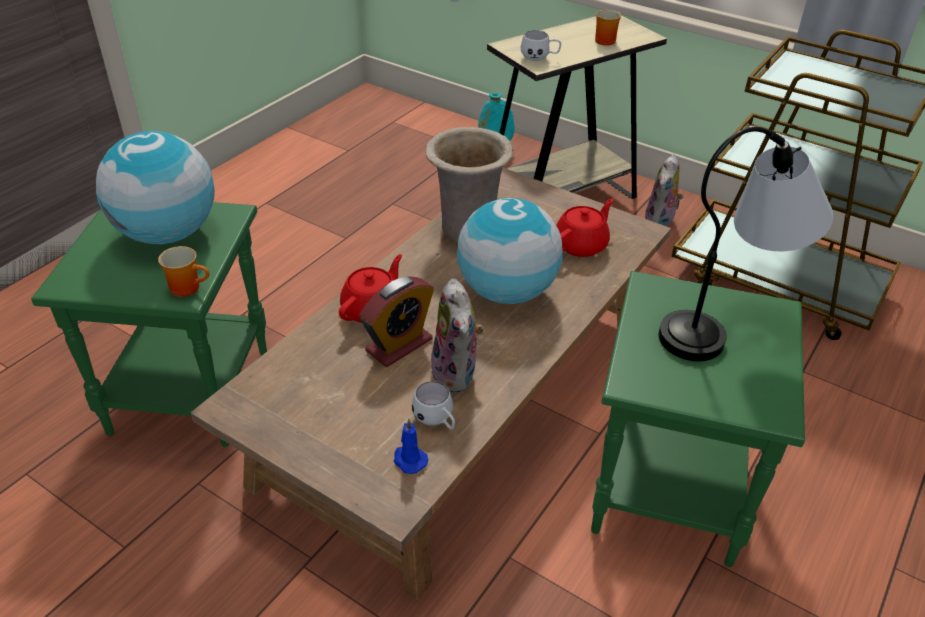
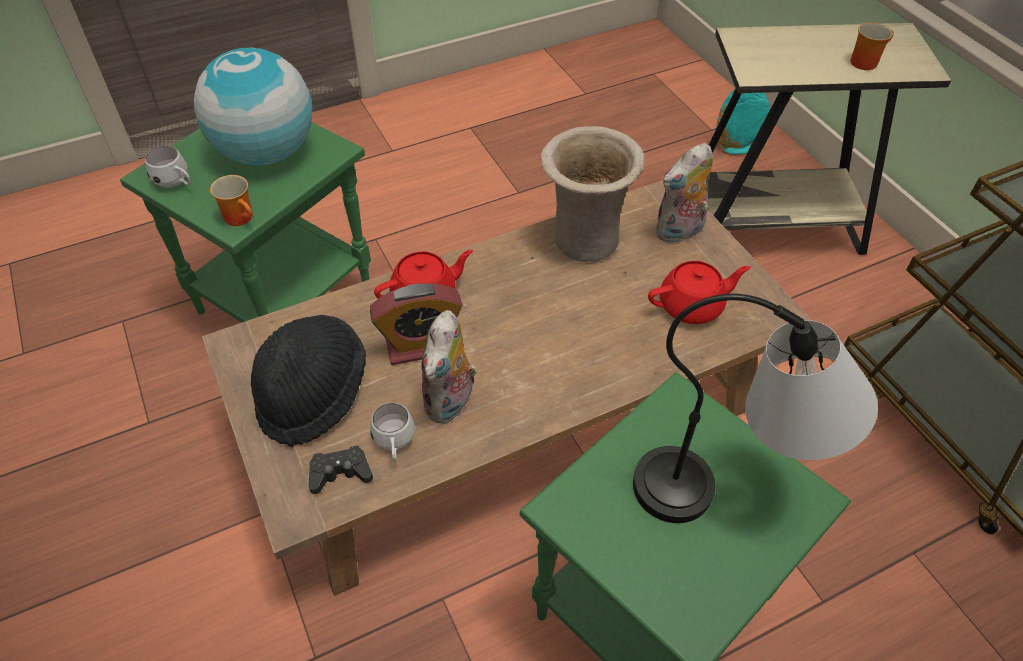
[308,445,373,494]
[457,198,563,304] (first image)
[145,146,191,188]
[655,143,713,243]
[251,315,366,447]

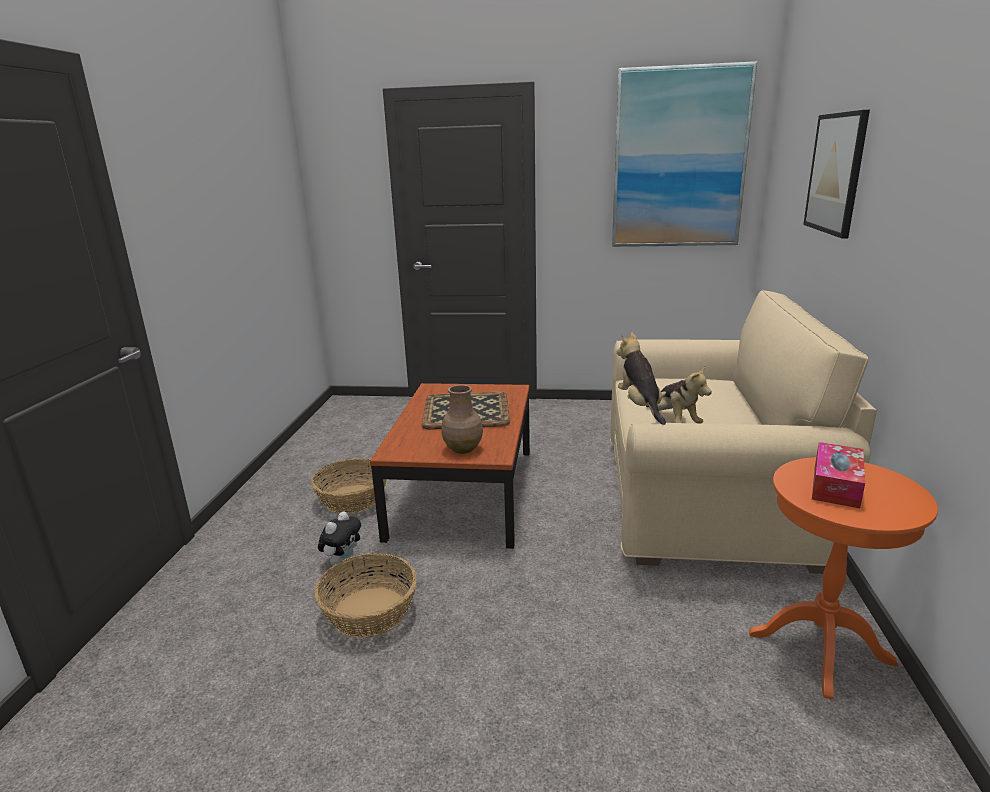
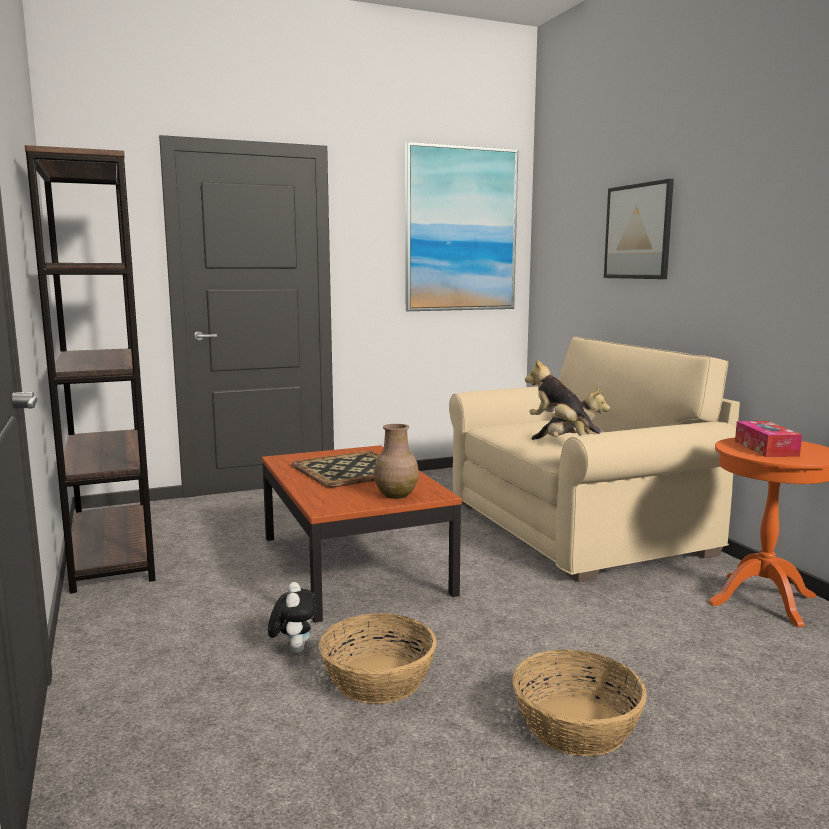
[512,650,647,756]
[25,145,156,593]

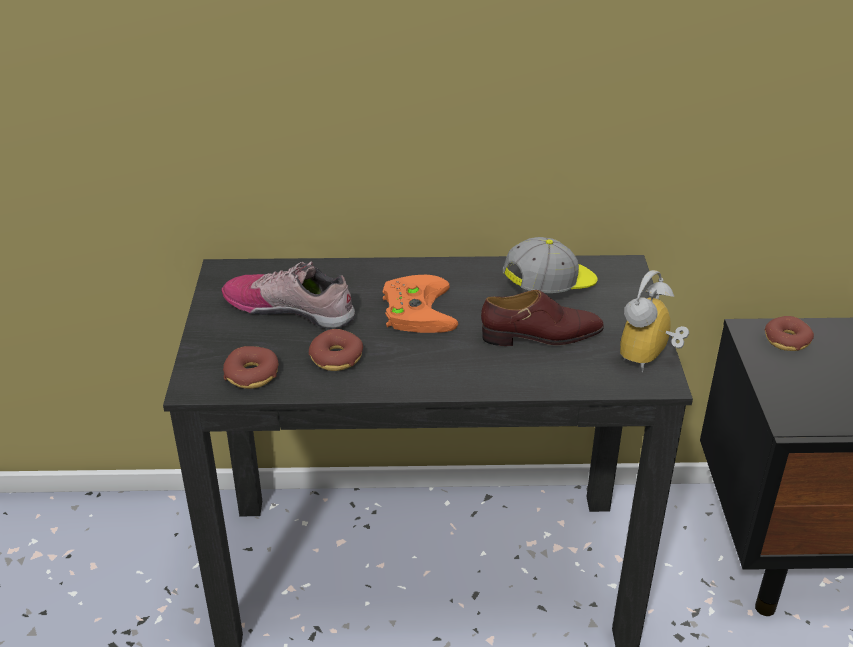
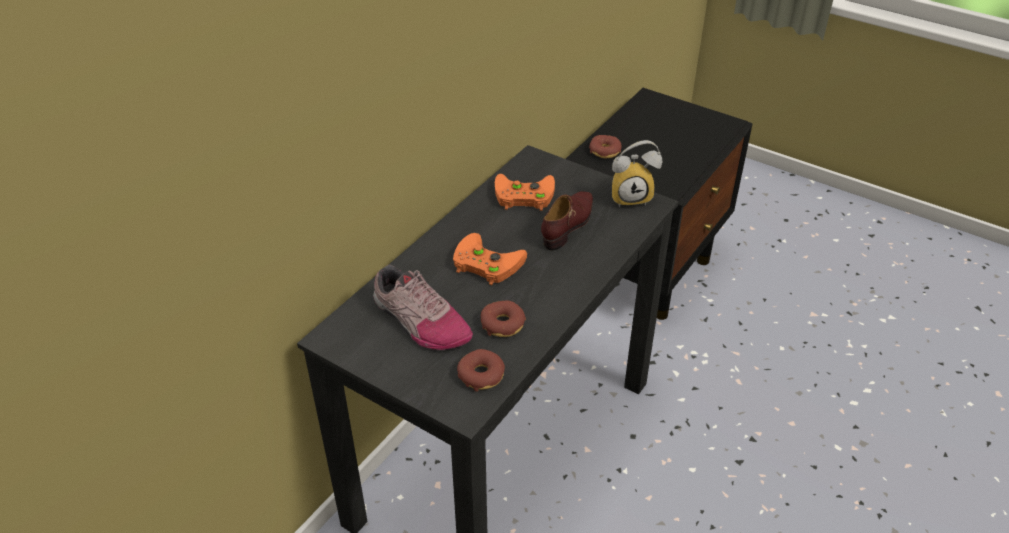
[373,265,473,350]
[495,174,555,211]
[612,140,662,207]

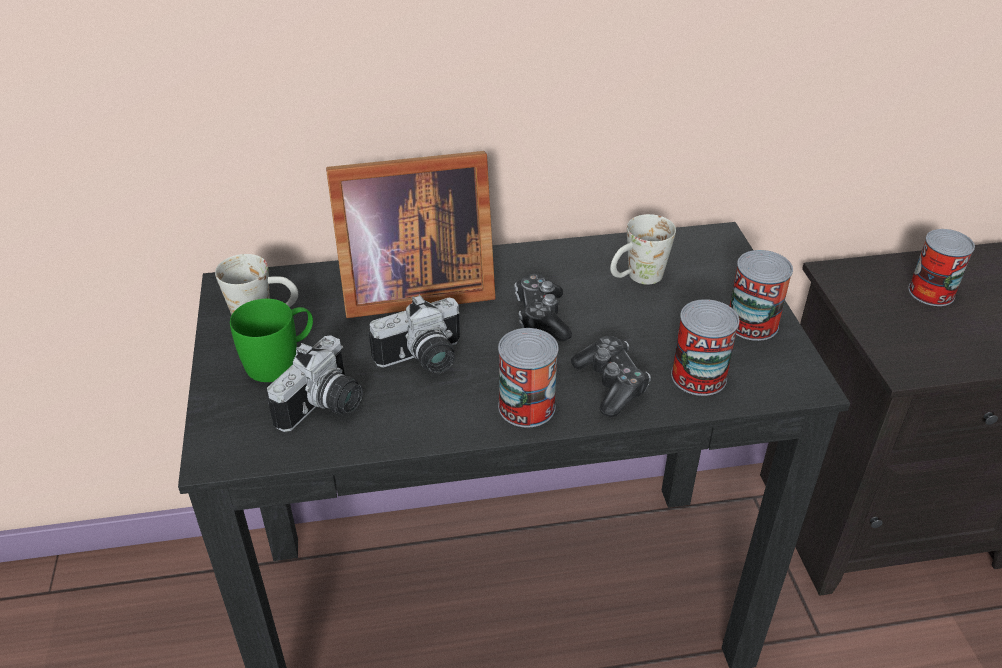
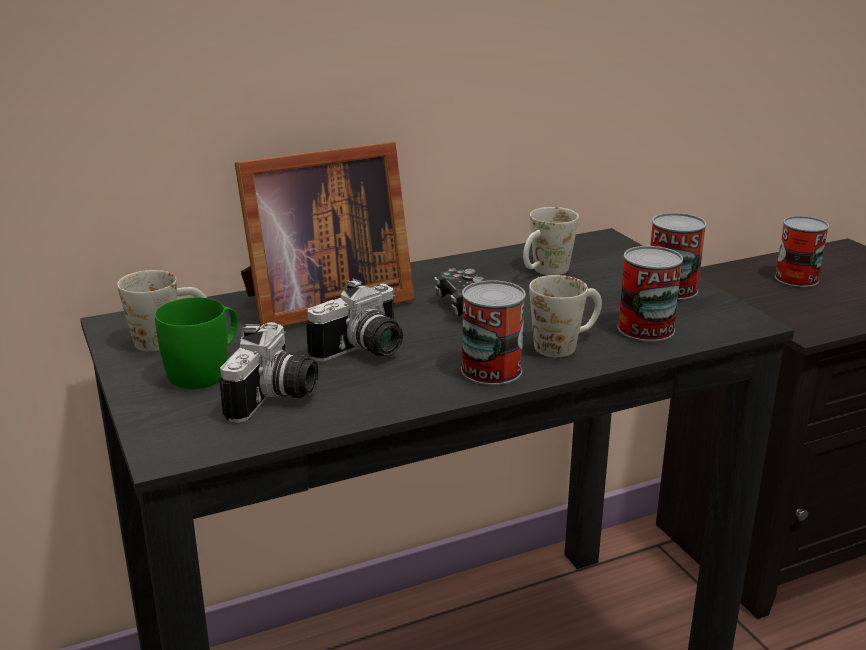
[529,275,602,357]

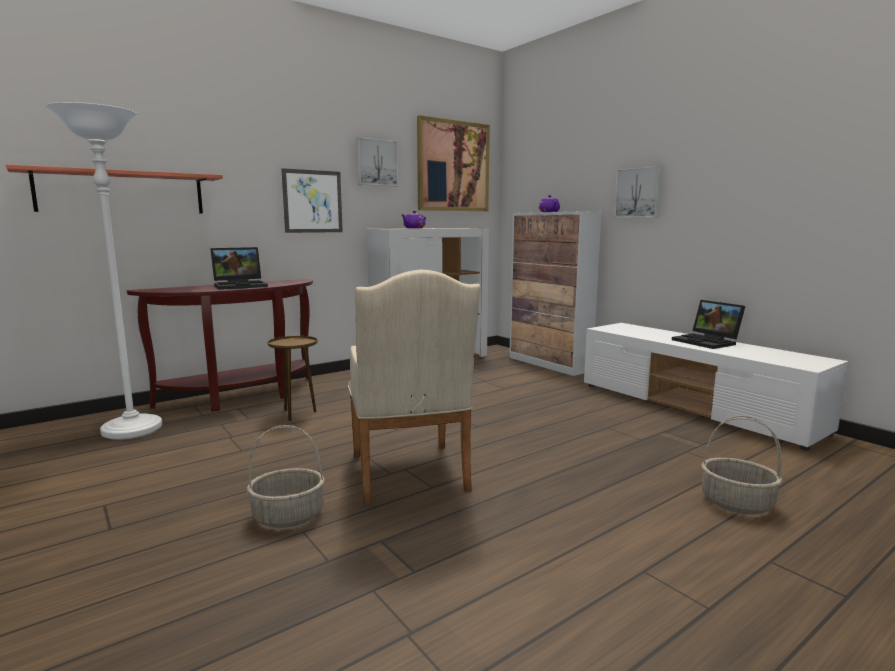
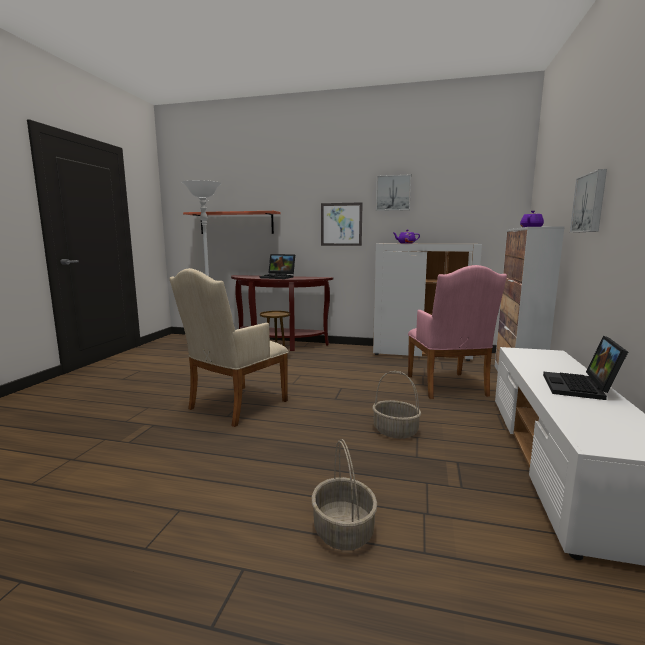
[372,371,421,439]
[417,115,490,211] (first image)
[408,265,507,399]

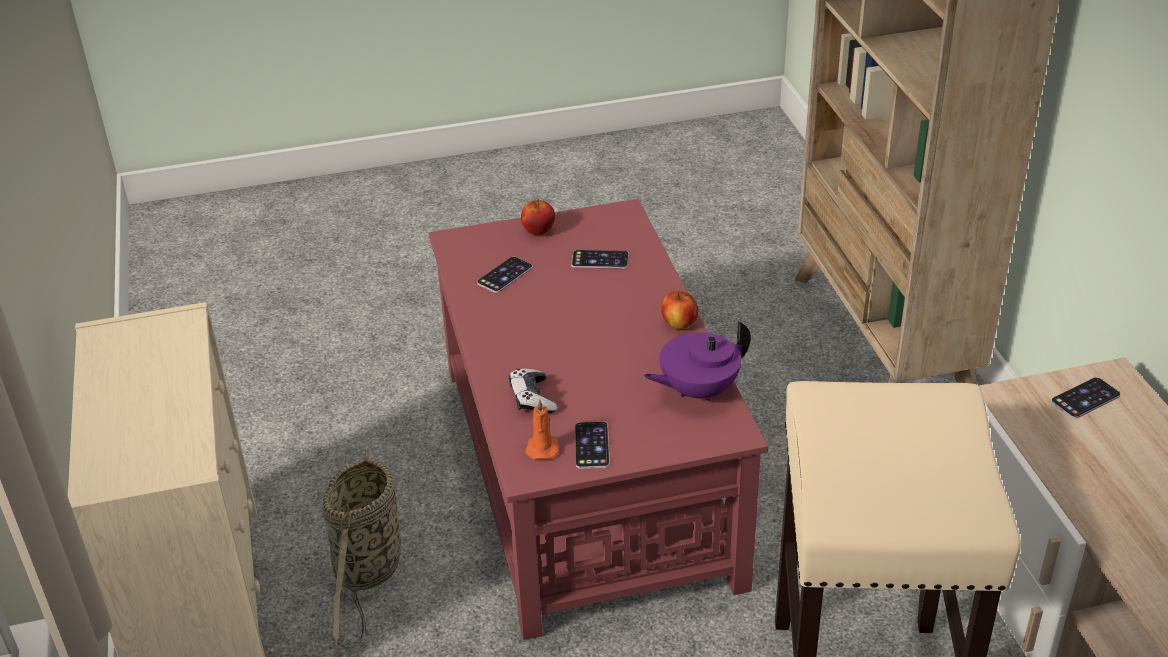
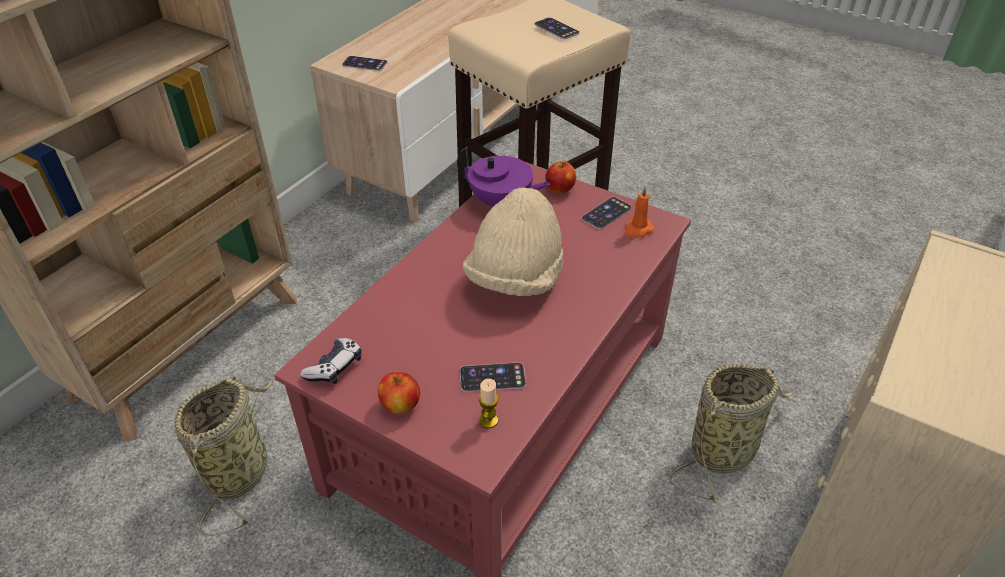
[300,338,362,384]
[534,17,580,39]
[545,161,576,194]
[175,377,273,536]
[463,188,563,296]
[479,379,498,428]

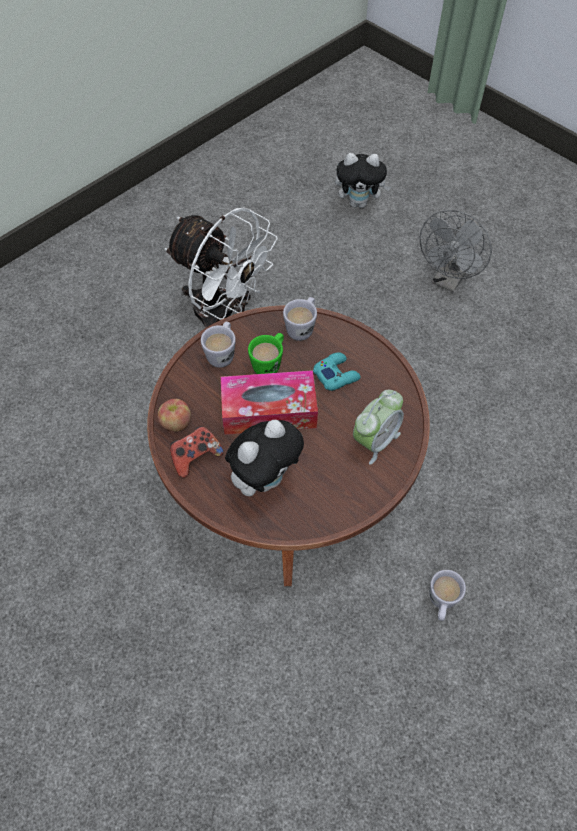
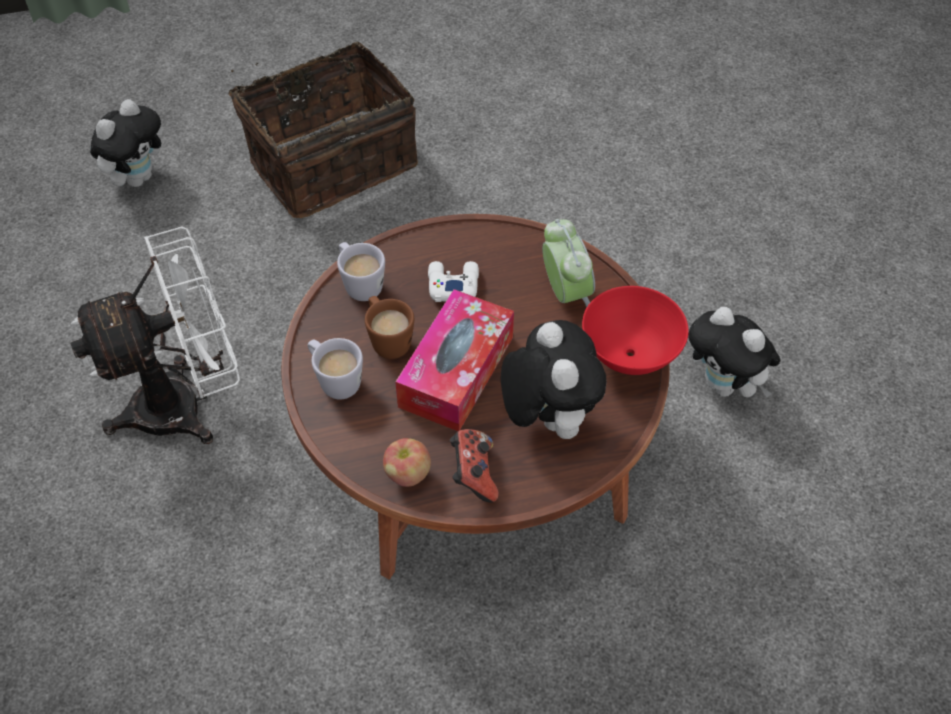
[365,296,414,359]
[428,261,479,302]
[229,42,418,218]
[688,307,780,398]
[582,286,689,375]

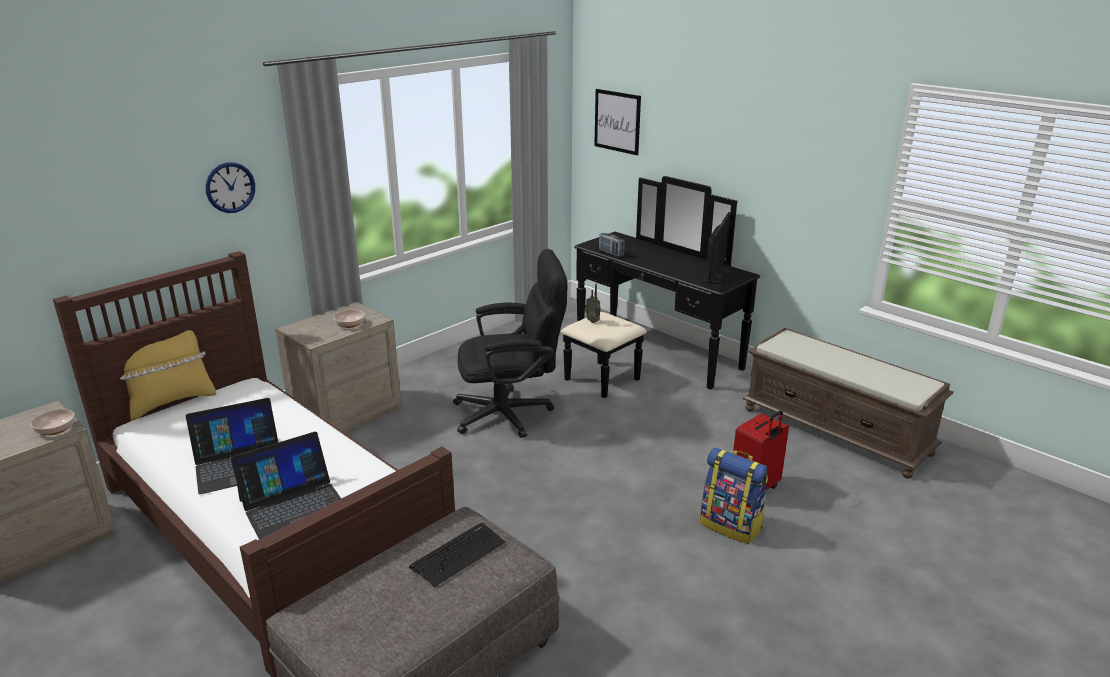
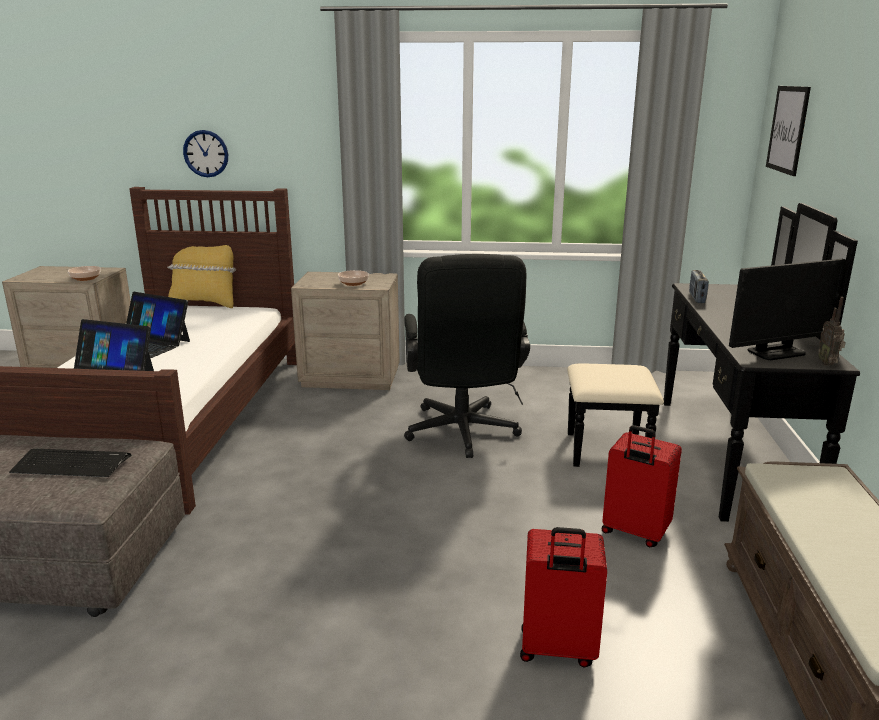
[183,130,228,177]
[404,254,530,458]
[818,297,846,366]
[700,448,768,544] (first image)
[602,425,682,547]

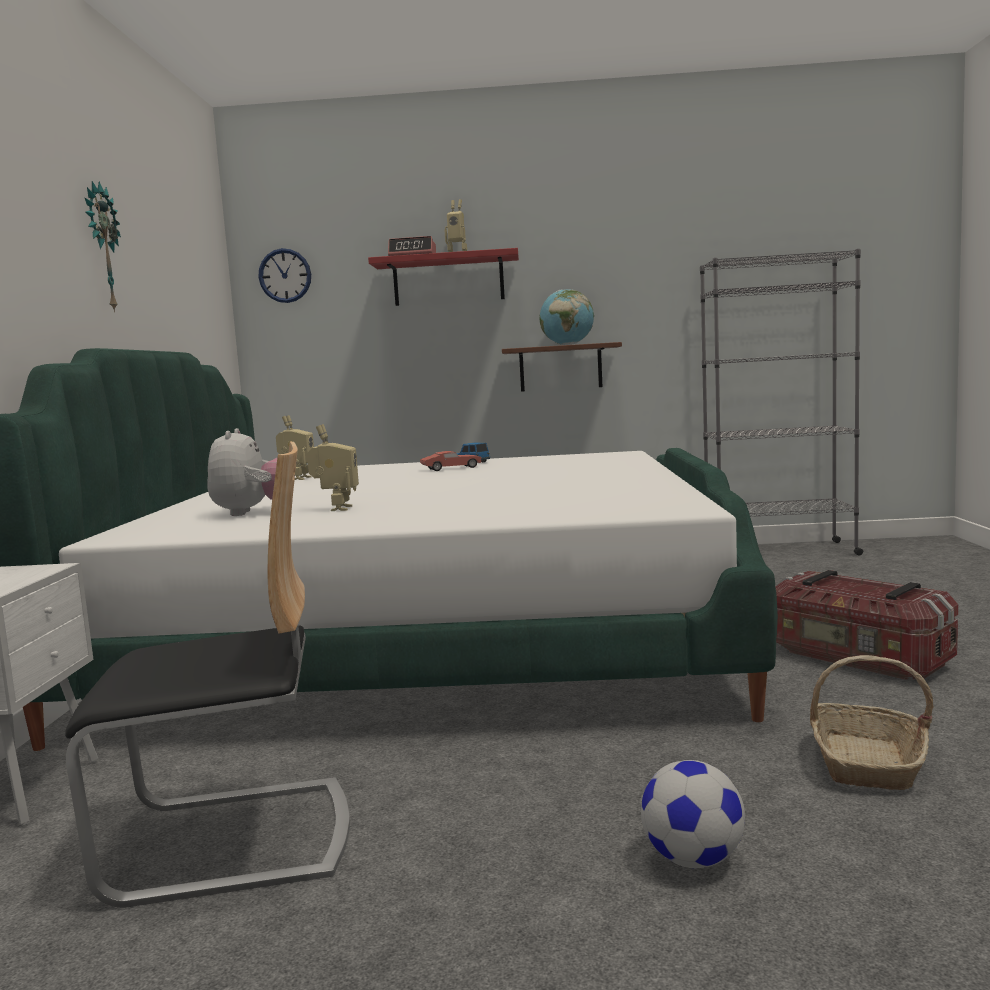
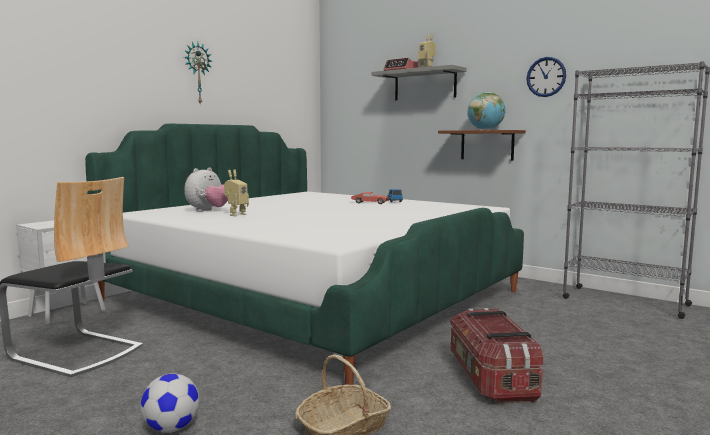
[526,57,566,97]
[276,415,314,480] (first image)
[372,65,467,100]

